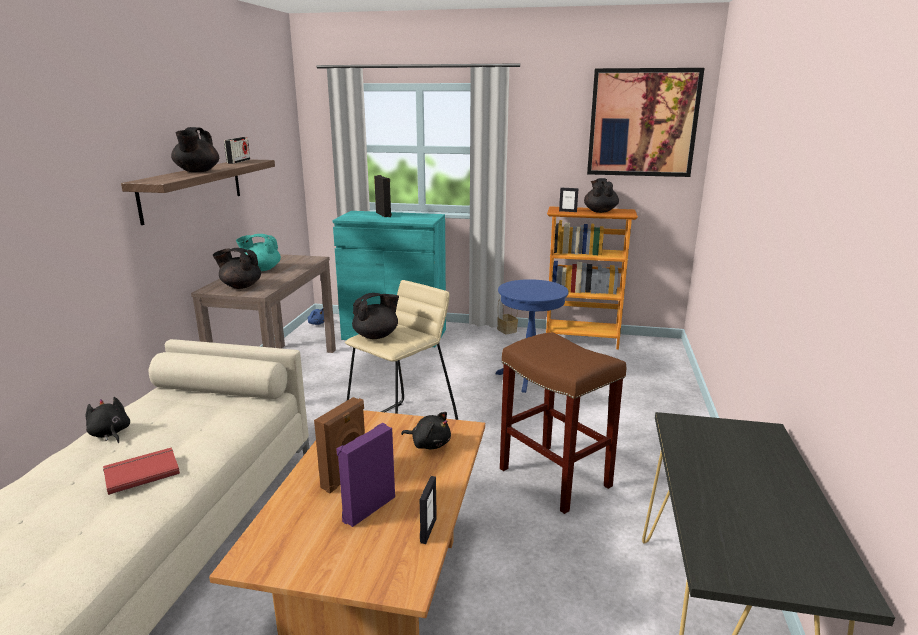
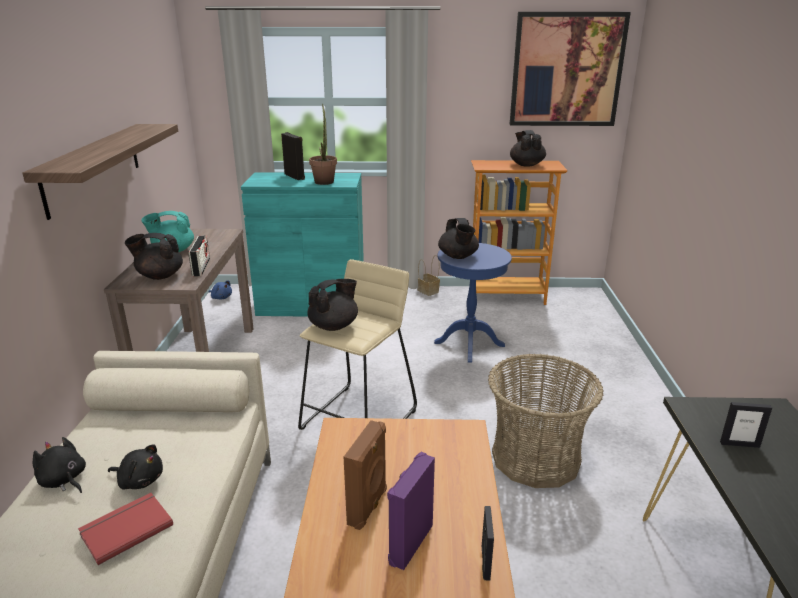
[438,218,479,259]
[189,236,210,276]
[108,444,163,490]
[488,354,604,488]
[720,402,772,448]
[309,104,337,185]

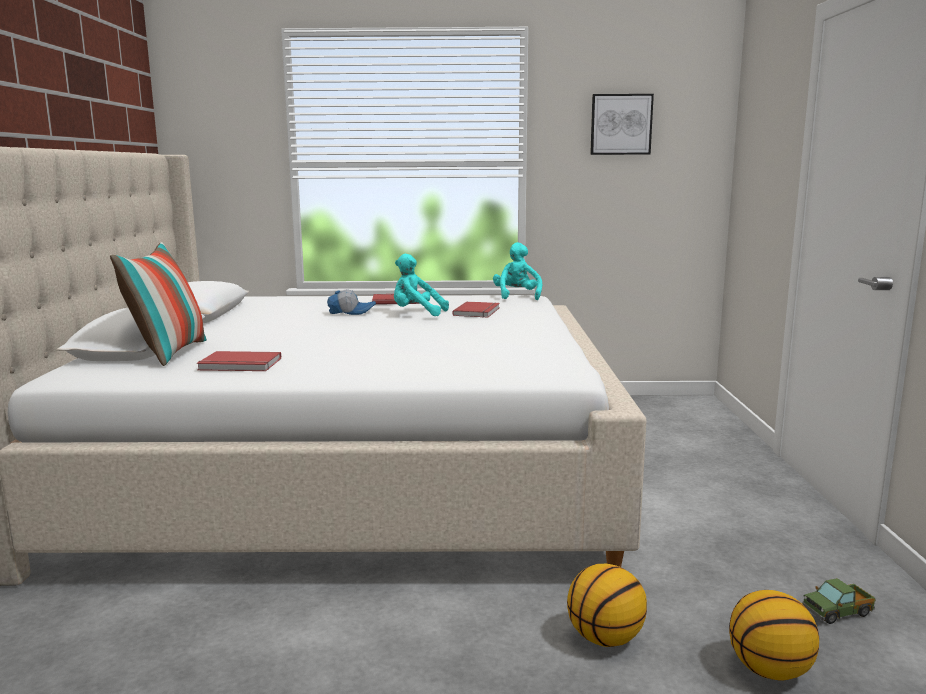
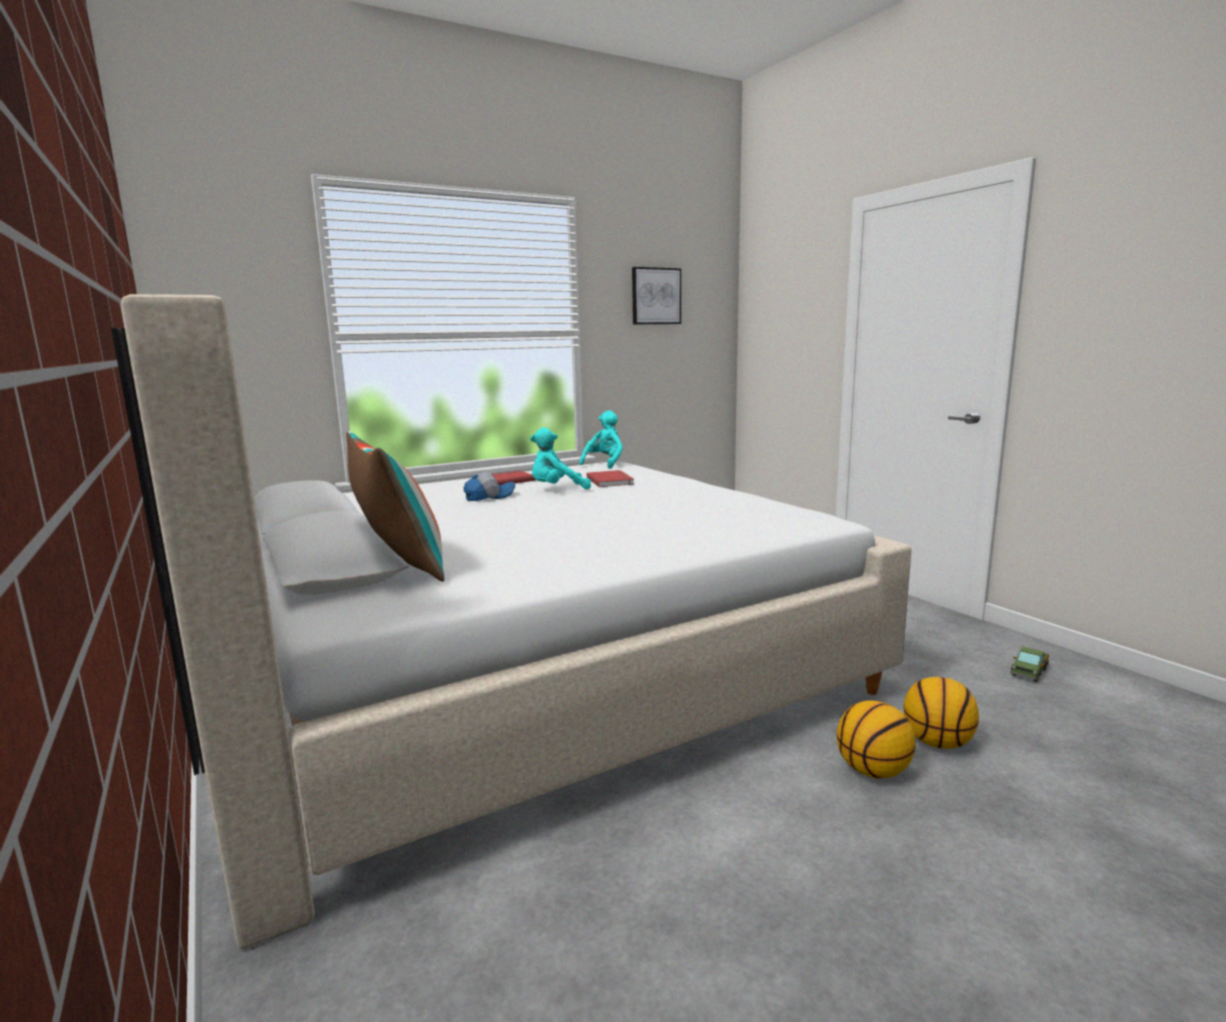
[197,351,281,371] (first image)
[579,410,623,469]
[837,700,915,778]

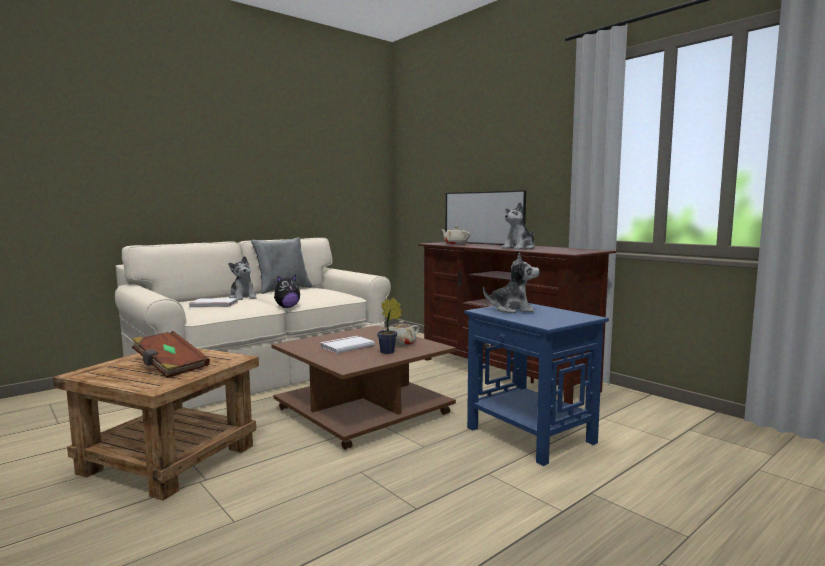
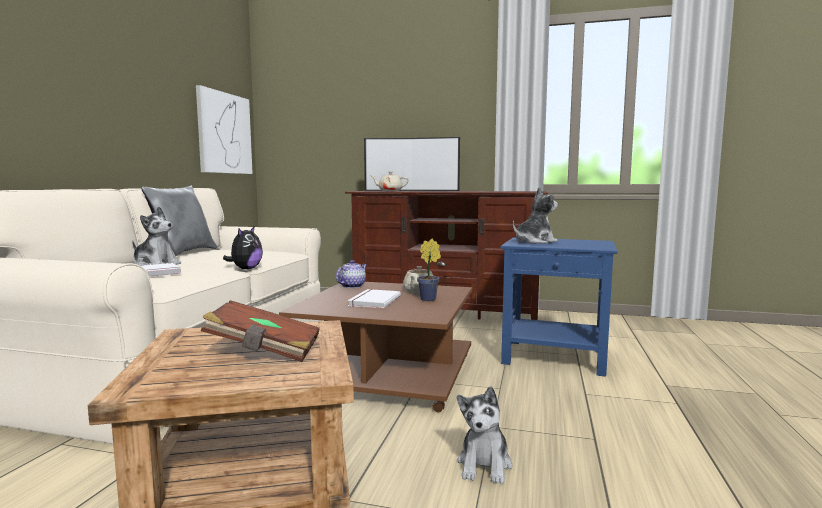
[457,386,513,484]
[196,85,253,174]
[336,260,367,288]

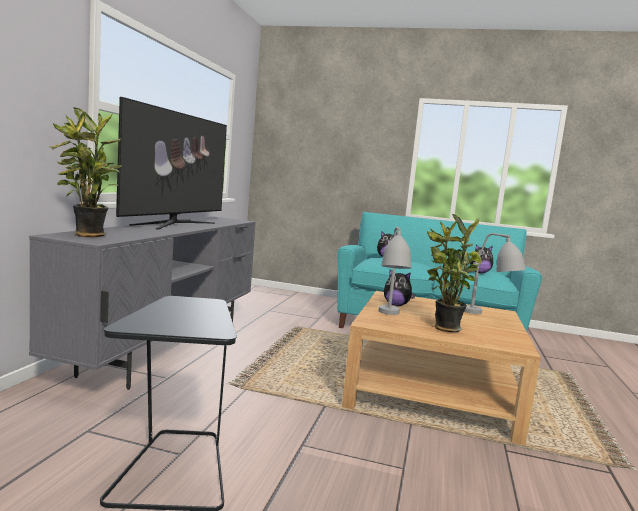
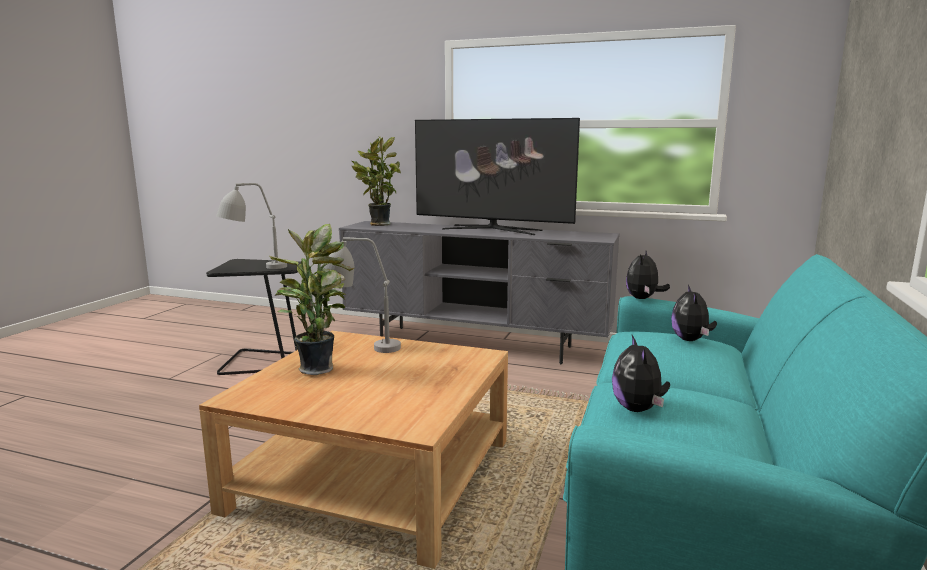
[626,251,670,299]
[216,183,287,269]

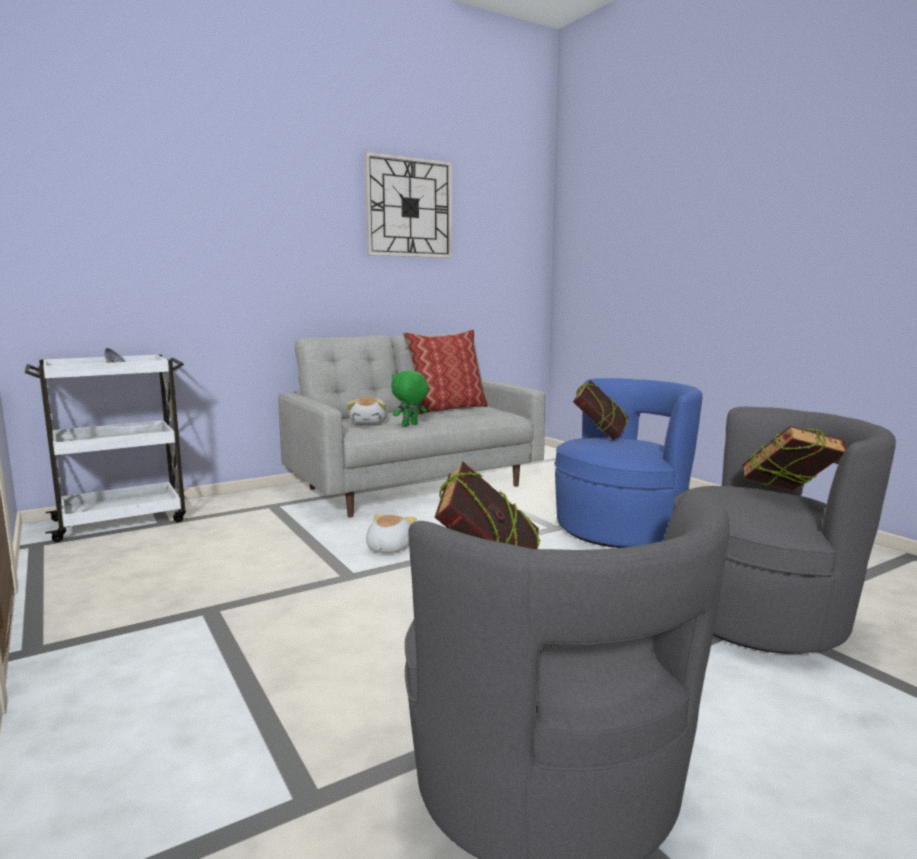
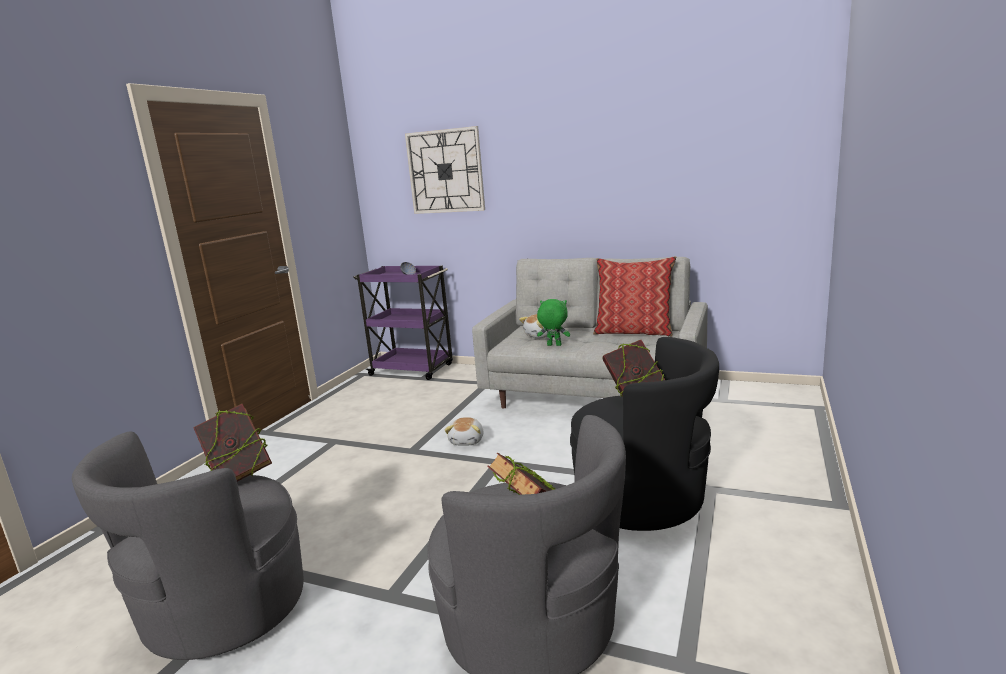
[353,265,453,380]
[405,126,485,214]
[445,417,483,446]
[570,337,719,531]

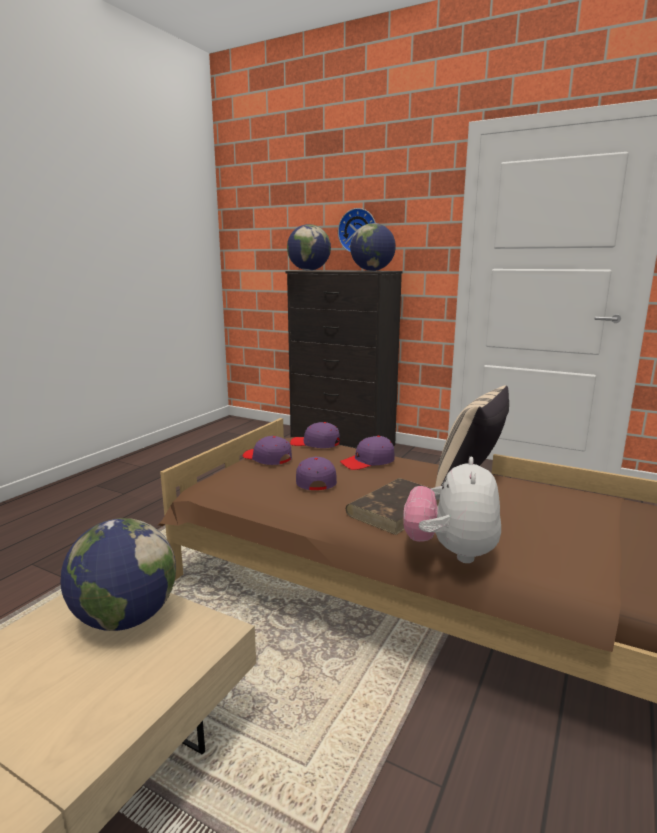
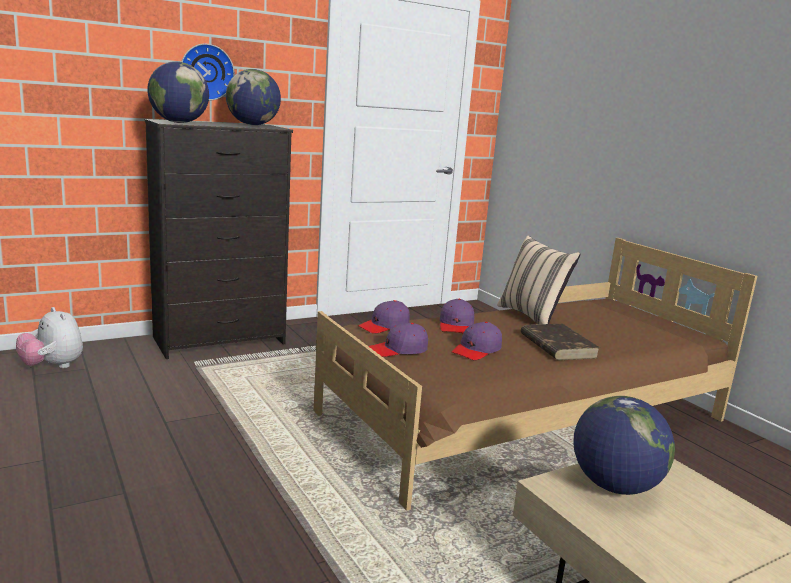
[452,322,502,360]
[16,307,83,368]

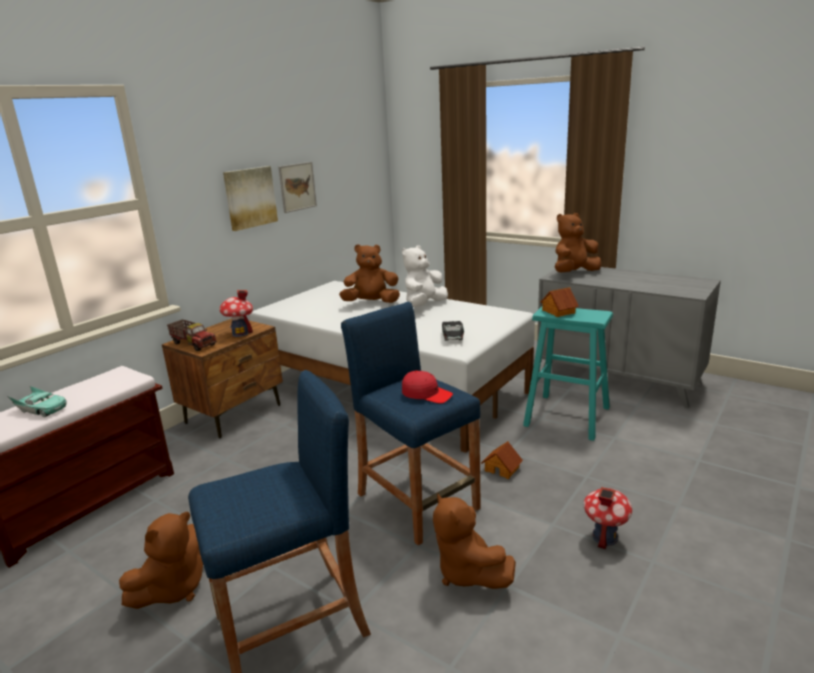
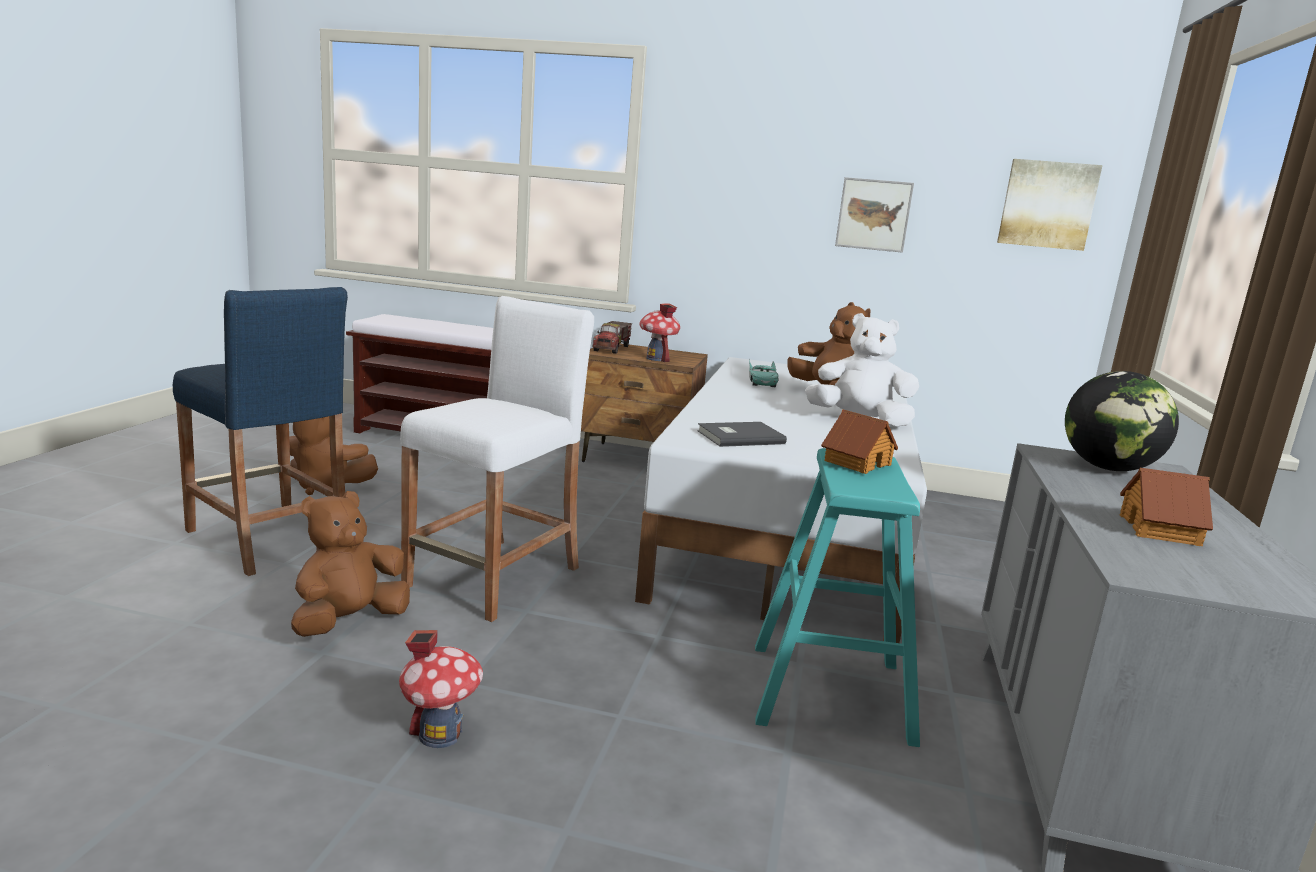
[749,359,779,387]
[997,159,1103,251]
[400,296,594,622]
[402,371,453,403] (first image)
[697,422,787,447]
[1120,468,1213,546]
[1065,371,1179,471]

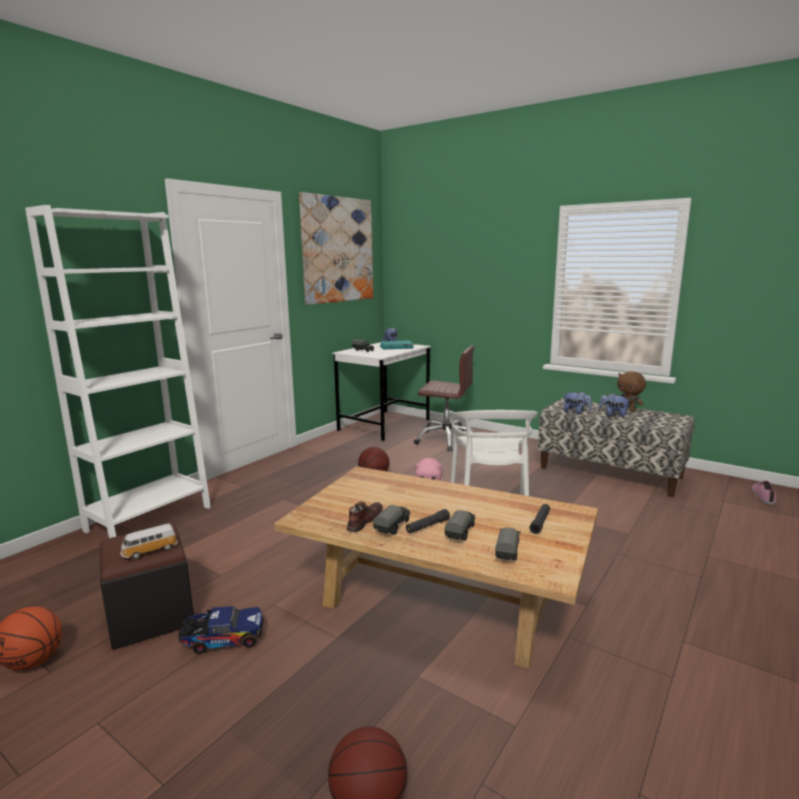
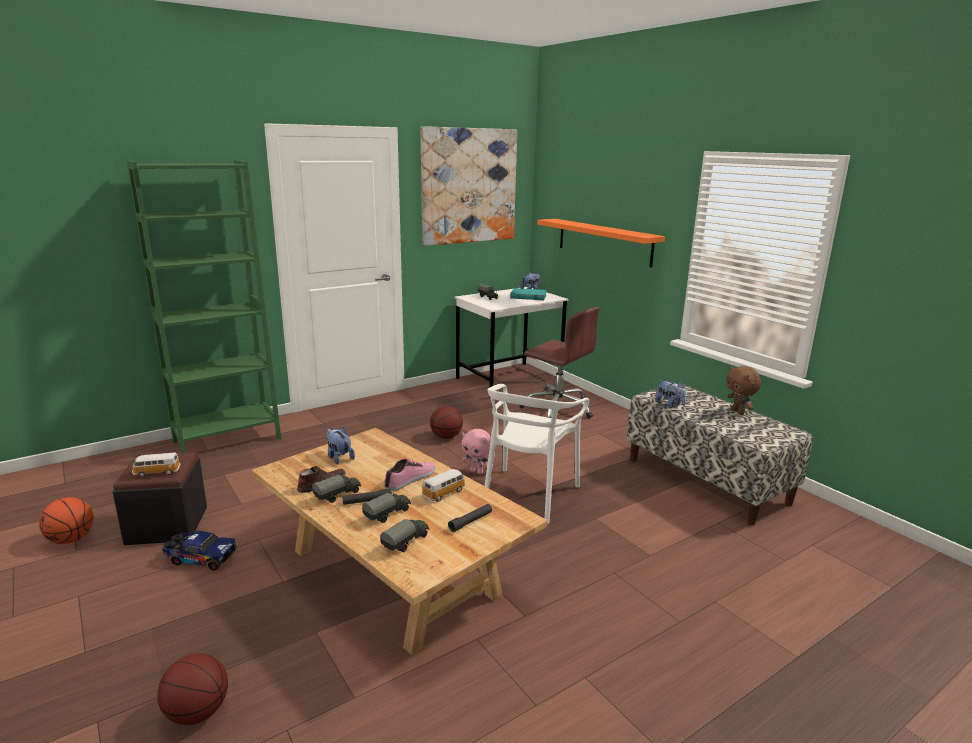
[127,160,281,453]
[326,427,355,465]
[384,458,435,491]
[422,469,466,502]
[537,219,665,268]

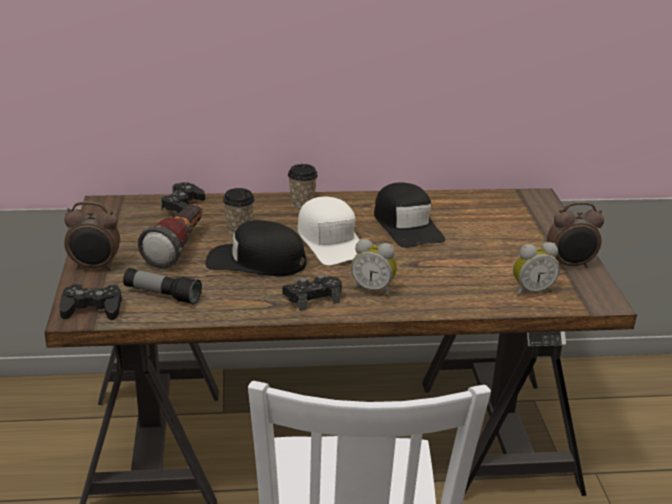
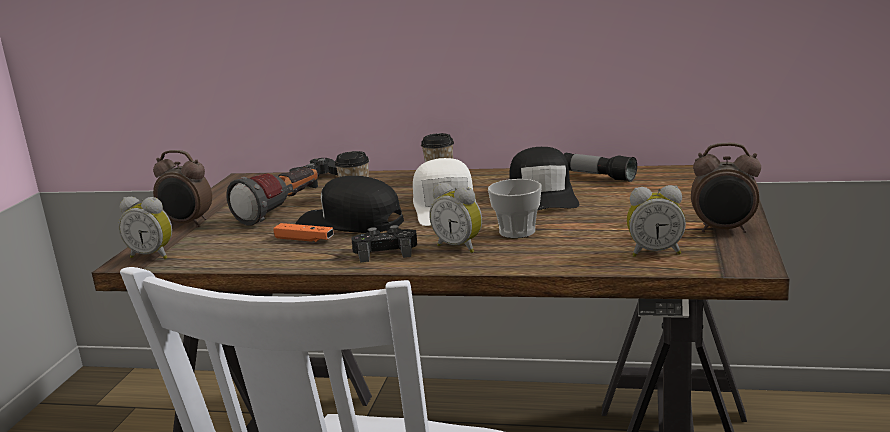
[119,197,172,259]
[564,153,637,182]
[273,223,334,242]
[488,179,542,238]

